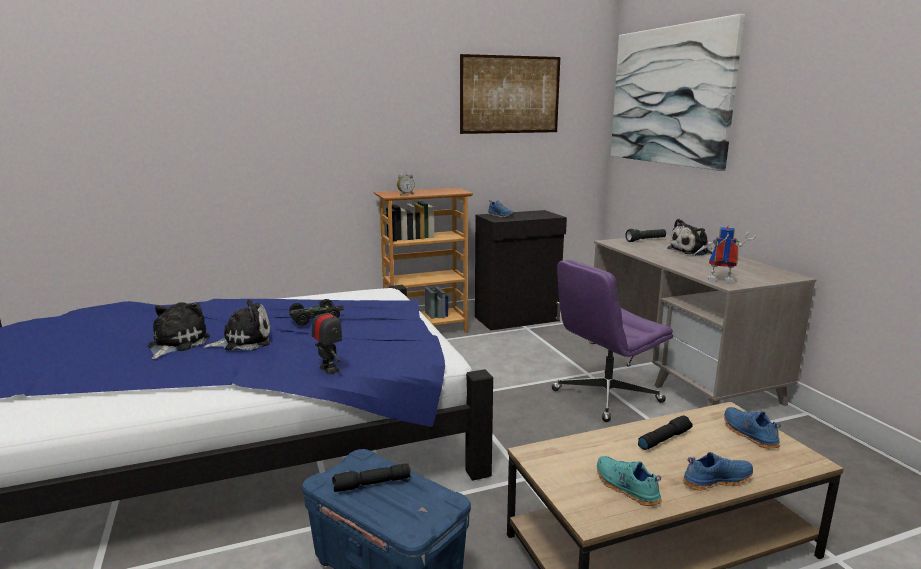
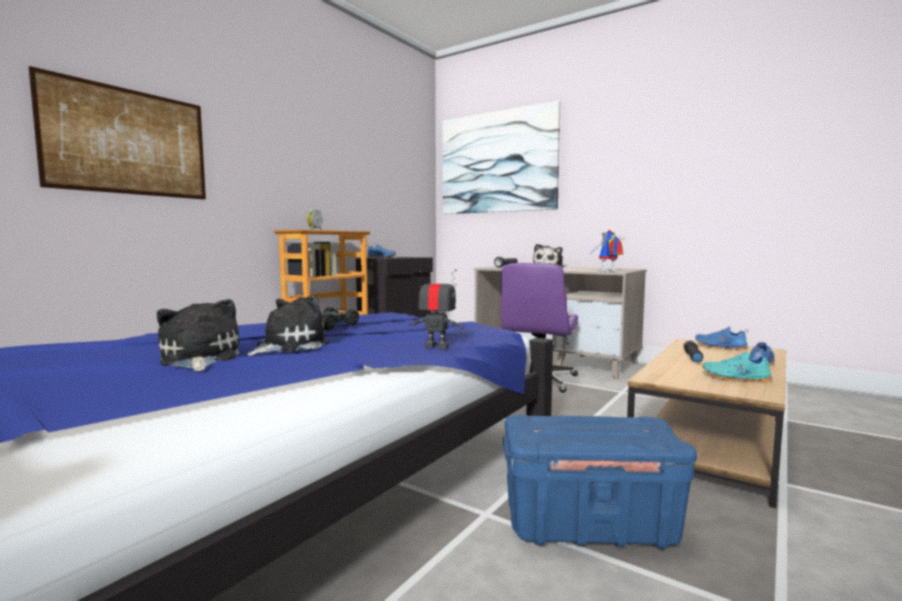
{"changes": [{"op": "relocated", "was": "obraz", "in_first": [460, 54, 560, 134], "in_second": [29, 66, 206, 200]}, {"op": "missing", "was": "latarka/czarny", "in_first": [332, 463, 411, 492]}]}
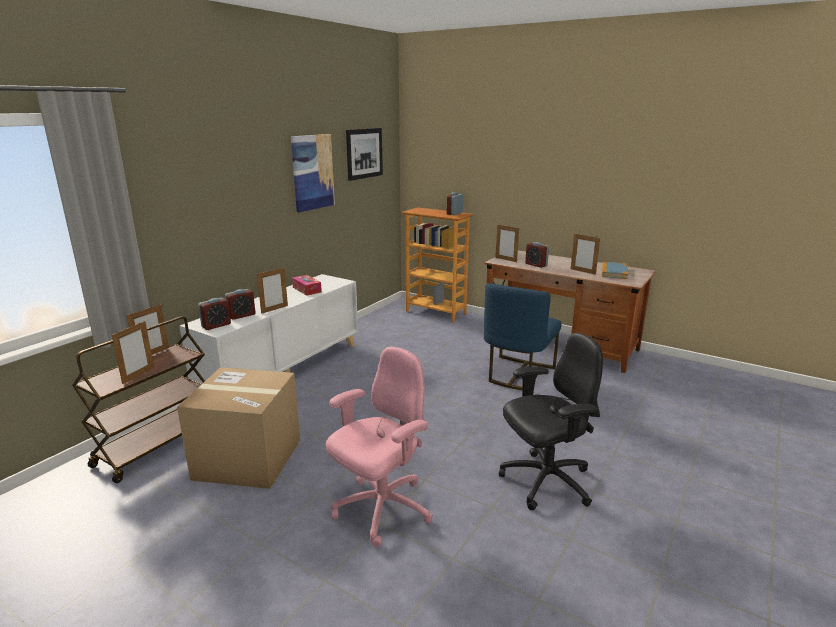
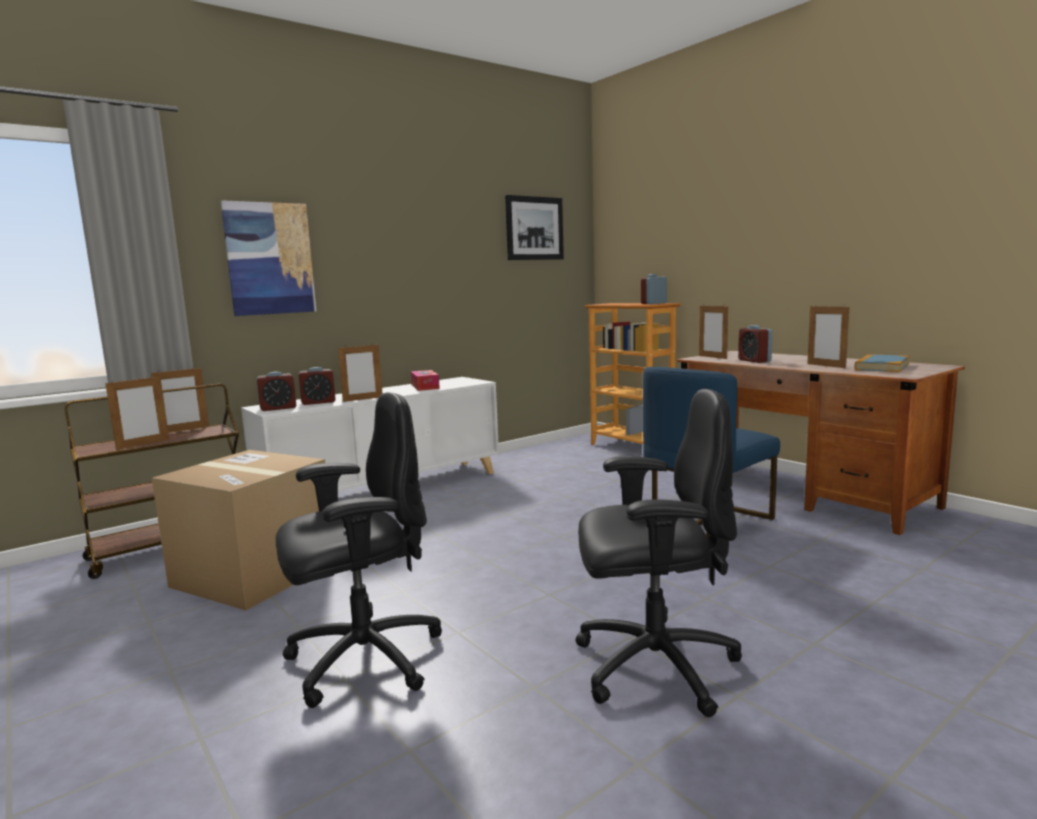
{"changes": [{"op": "relocated", "was": "obraz", "in_first": [291, 134, 335, 213], "in_second": [221, 201, 316, 316]}, {"op": "colour", "was": "krzesło biurowe/różowy", "now": "krzesło biurowe/czarny", "in_first": [326, 347, 433, 547], "in_second": [276, 392, 442, 708]}]}
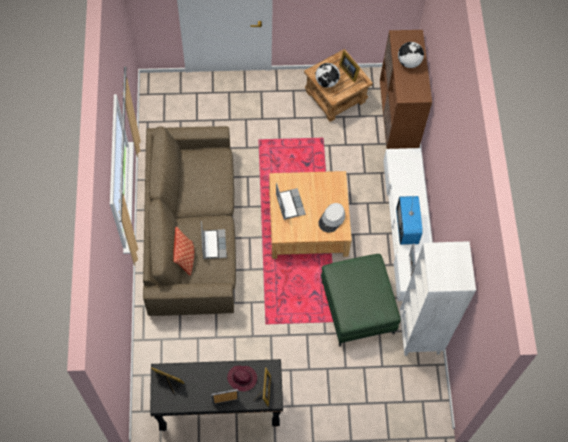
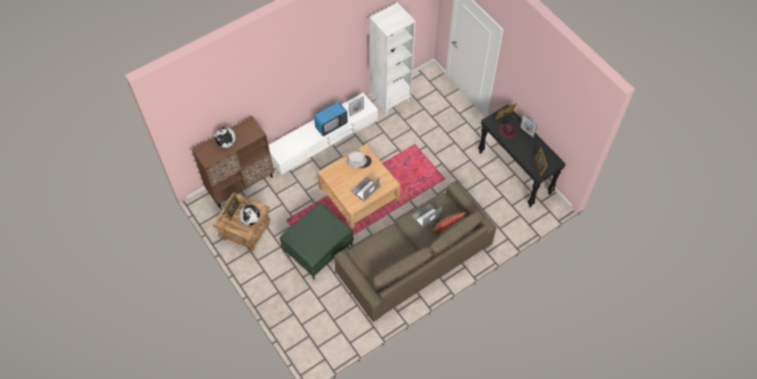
{"changes": [{"op": "relocated", "was": "pufa/zielony", "in_first": [321, 254, 401, 346], "in_second": [280, 203, 353, 280]}]}
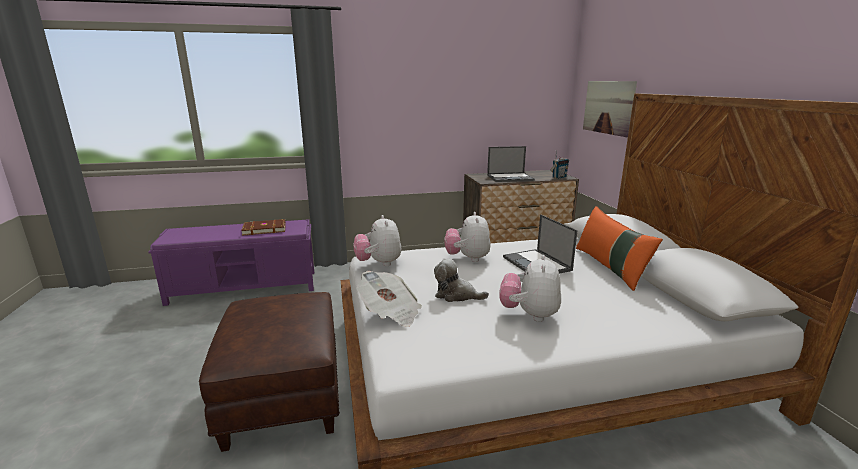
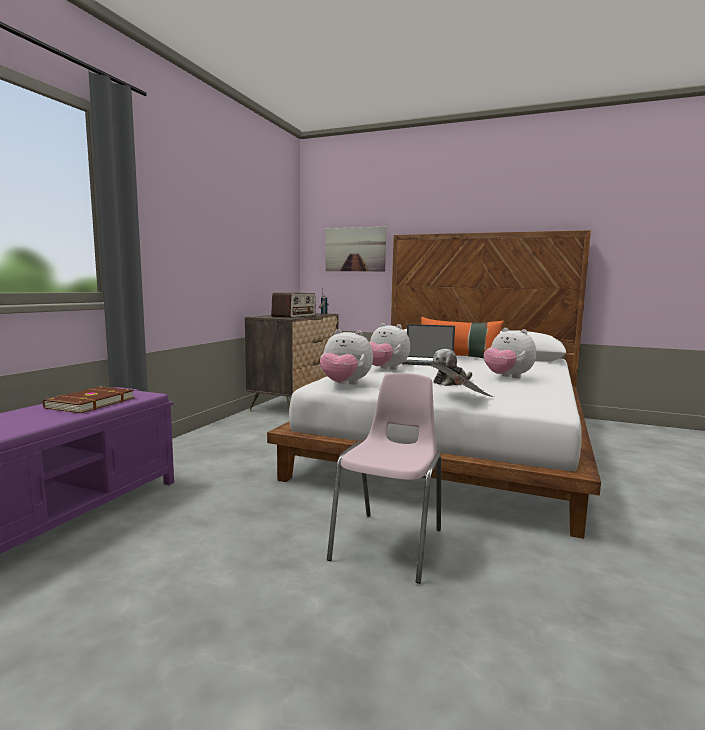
{"changes": [{"op": "exchanged", "was": "laptop", "now": "radio", "in_first": [487, 146, 535, 182], "in_second": [271, 293, 316, 318]}, {"op": "exchanged", "was": "pufa/brązowy", "now": "krzesło/różowy", "in_first": [199, 292, 340, 452], "in_second": [327, 373, 441, 584]}]}
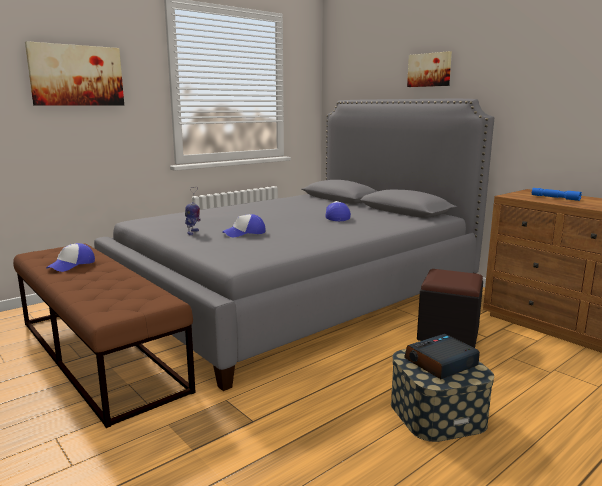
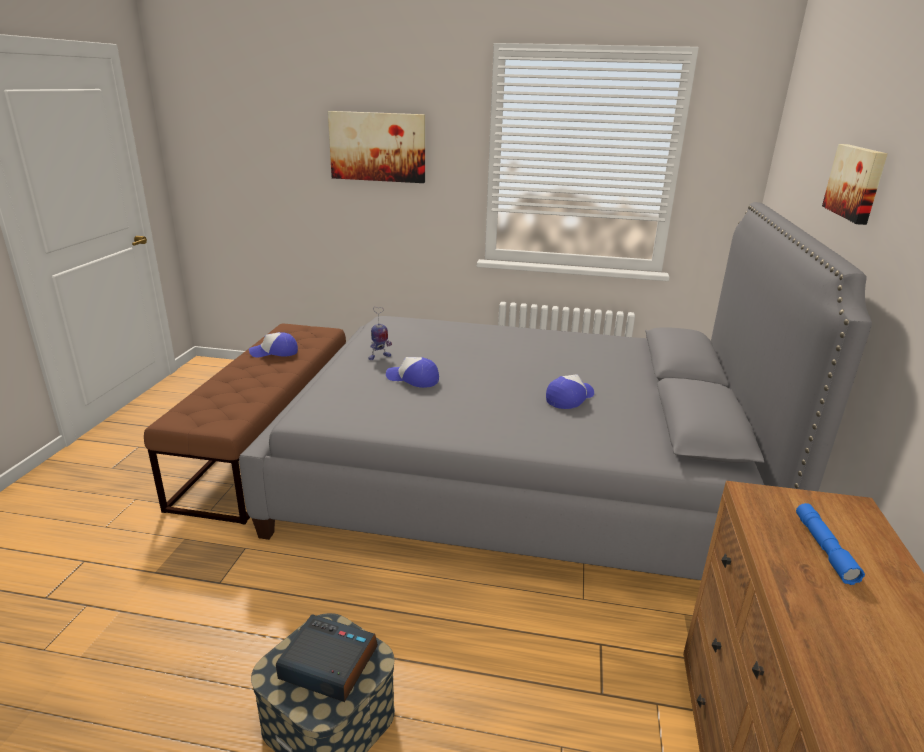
{"changes": [{"op": "missing", "was": "pufa/czarny", "in_first": [417, 269, 483, 348]}]}
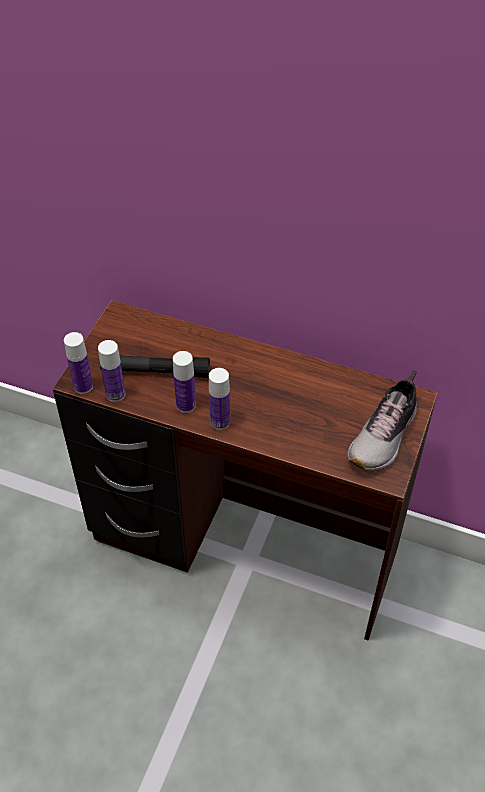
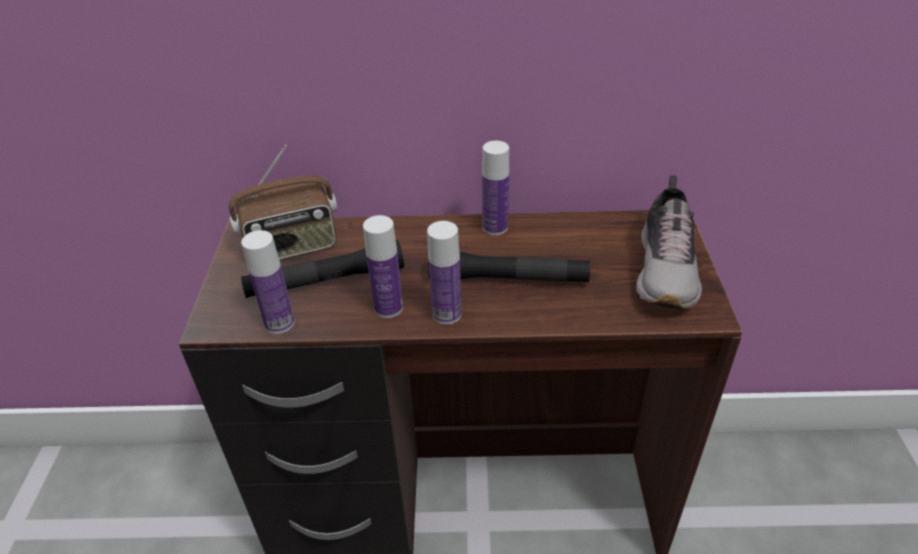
{"changes": [{"op": "appeared", "now": "radio", "in_second": [229, 145, 338, 260]}, {"op": "appeared", "now": "latarka/czarny", "in_second": [428, 252, 590, 282]}, {"op": "relocated", "was": "butelka", "in_first": [64, 332, 93, 394], "in_second": [482, 141, 509, 235]}]}
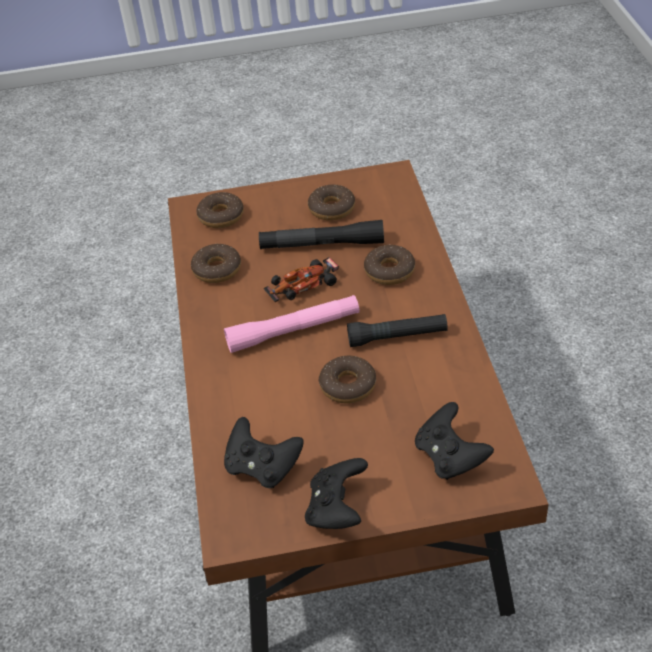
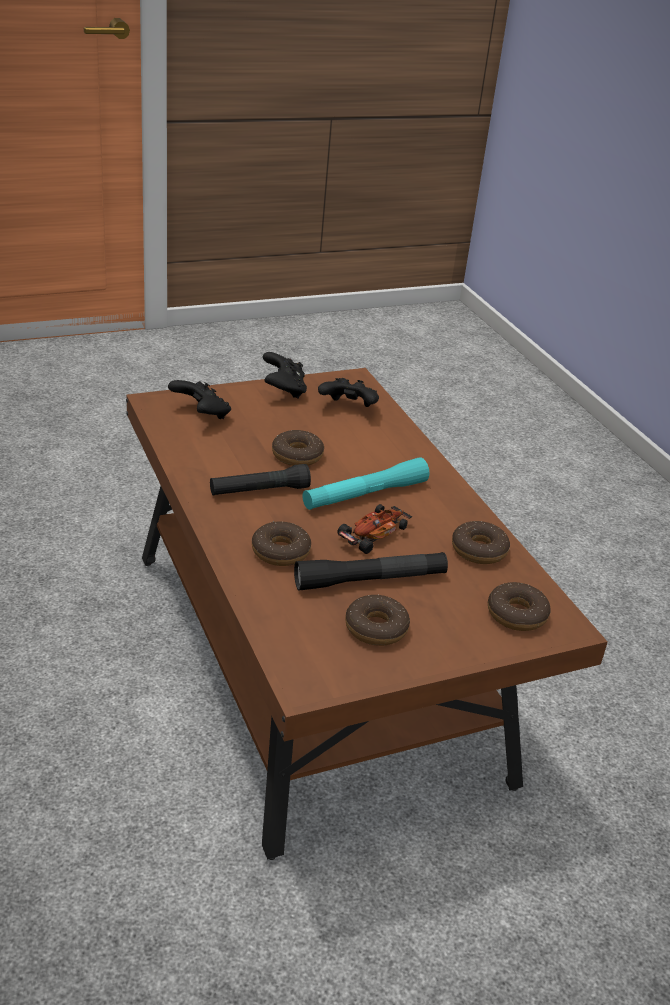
{"changes": [{"op": "colour", "was": "latarka/różowy", "now": "latarka/turkusowy", "in_first": [224, 295, 359, 353], "in_second": [303, 457, 430, 510]}]}
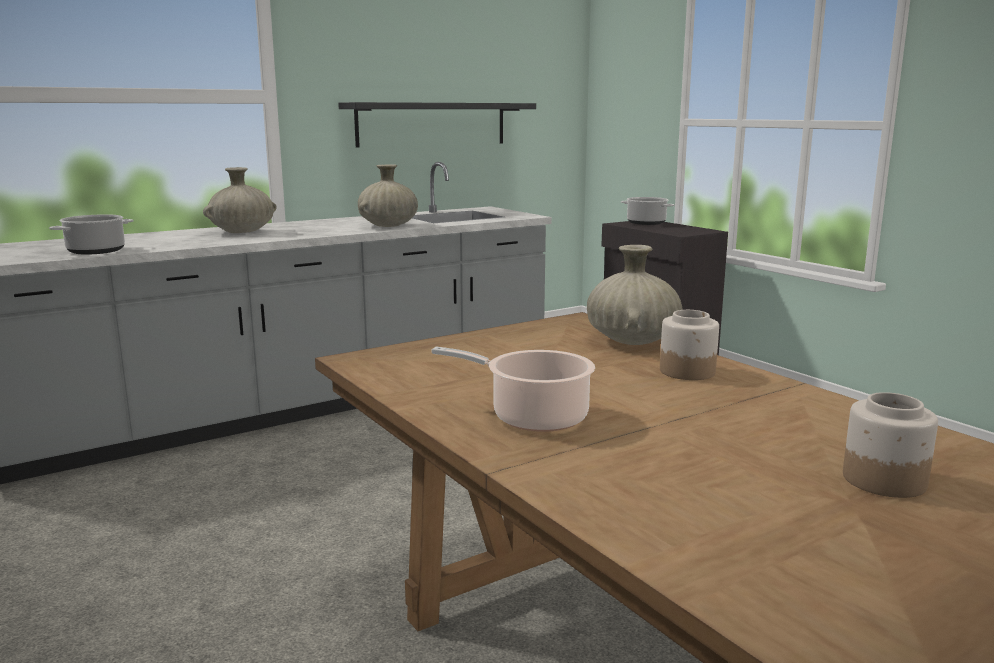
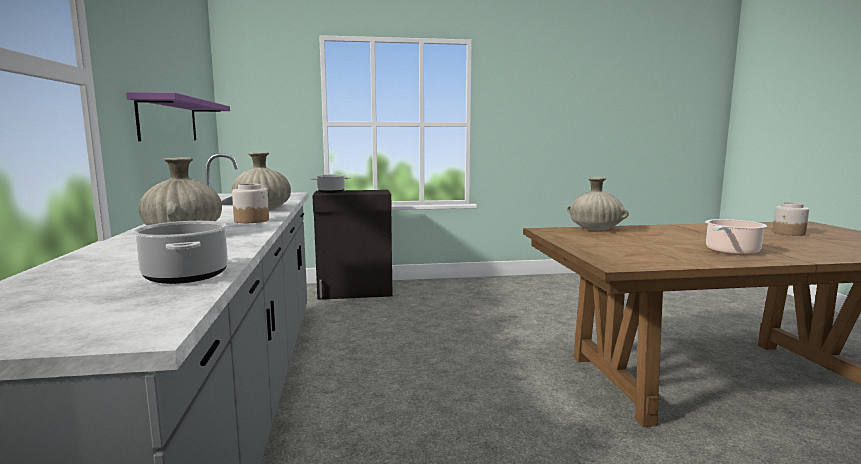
{"changes": [{"op": "colour", "was": "półka/czarny", "now": "półka/fioletowy", "in_first": [338, 102, 536, 147], "in_second": [126, 92, 230, 141]}, {"op": "relocated", "was": "słoik", "in_first": [660, 310, 719, 380], "in_second": [232, 184, 269, 223]}]}
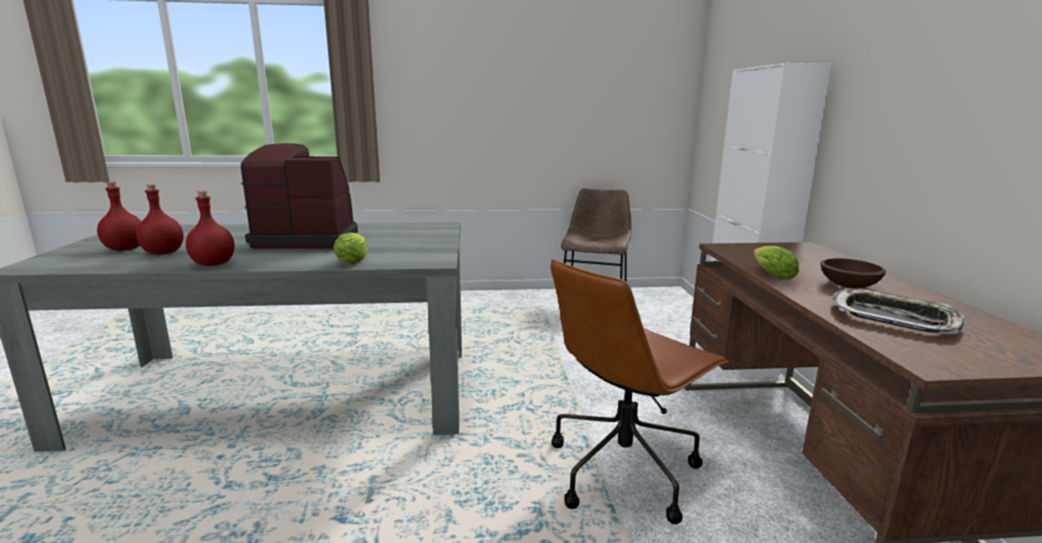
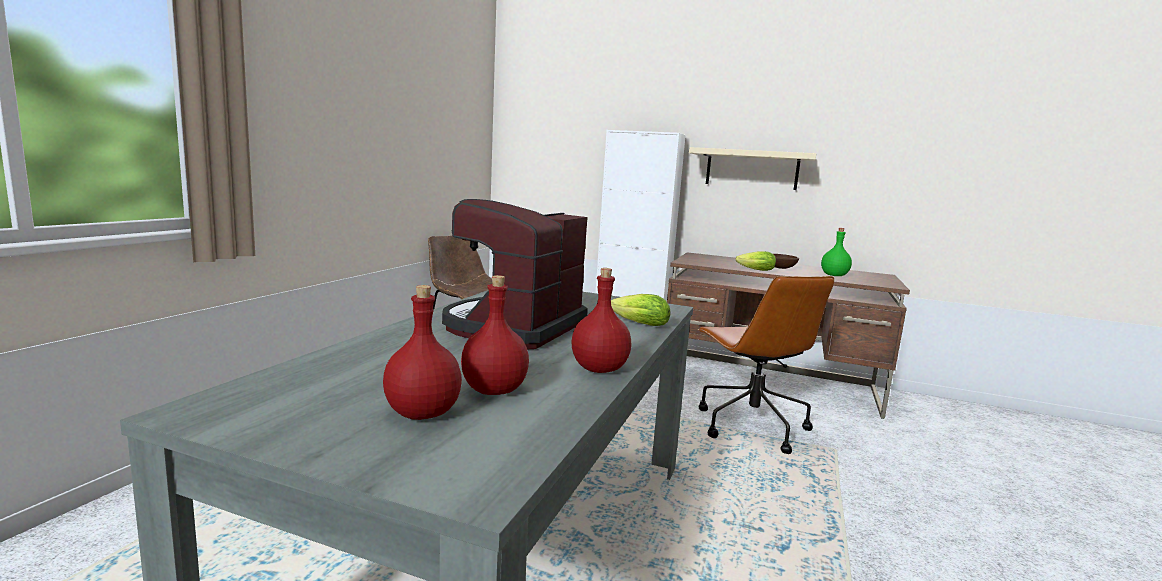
{"changes": [{"op": "appeared", "now": "półka/beżowy", "in_second": [689, 147, 816, 190]}, {"op": "exchanged", "was": "taca", "now": "butelka/zielony", "in_first": [832, 288, 965, 334], "in_second": [821, 228, 852, 276]}]}
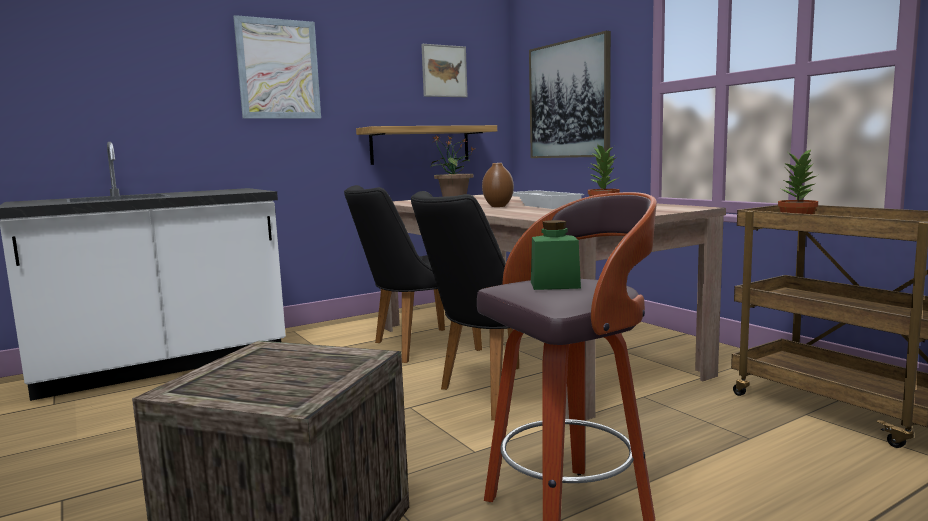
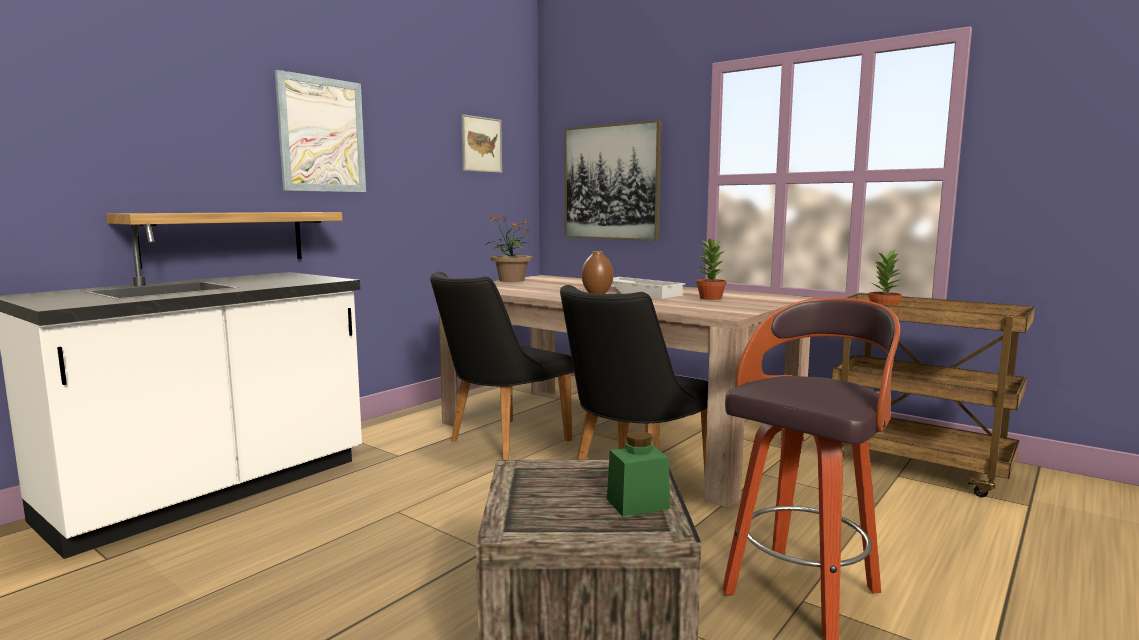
{"changes": [{"op": "relocated", "was": "półka", "in_first": [356, 125, 497, 165], "in_second": [106, 212, 342, 269]}, {"op": "relocated", "was": "słoik/zielony", "in_first": [531, 220, 581, 290], "in_second": [607, 431, 670, 516]}]}
